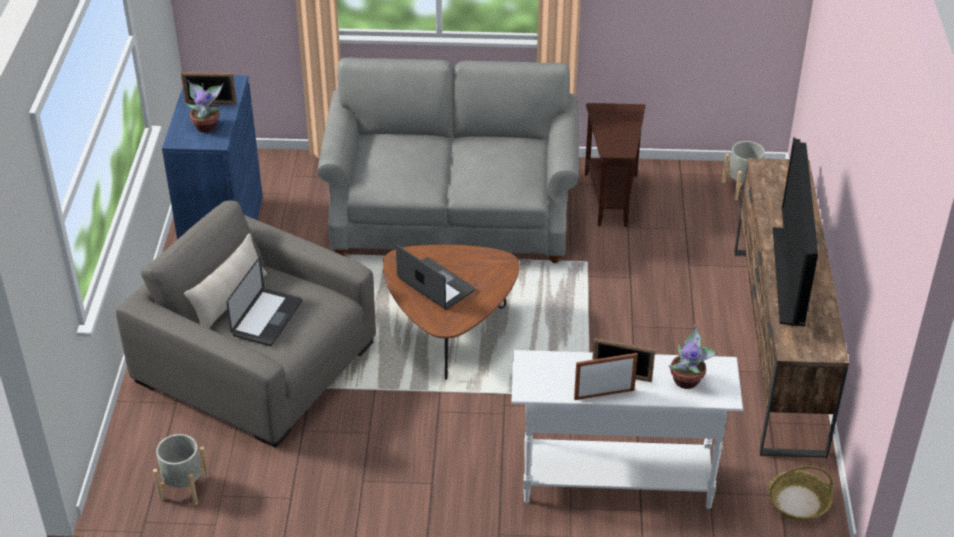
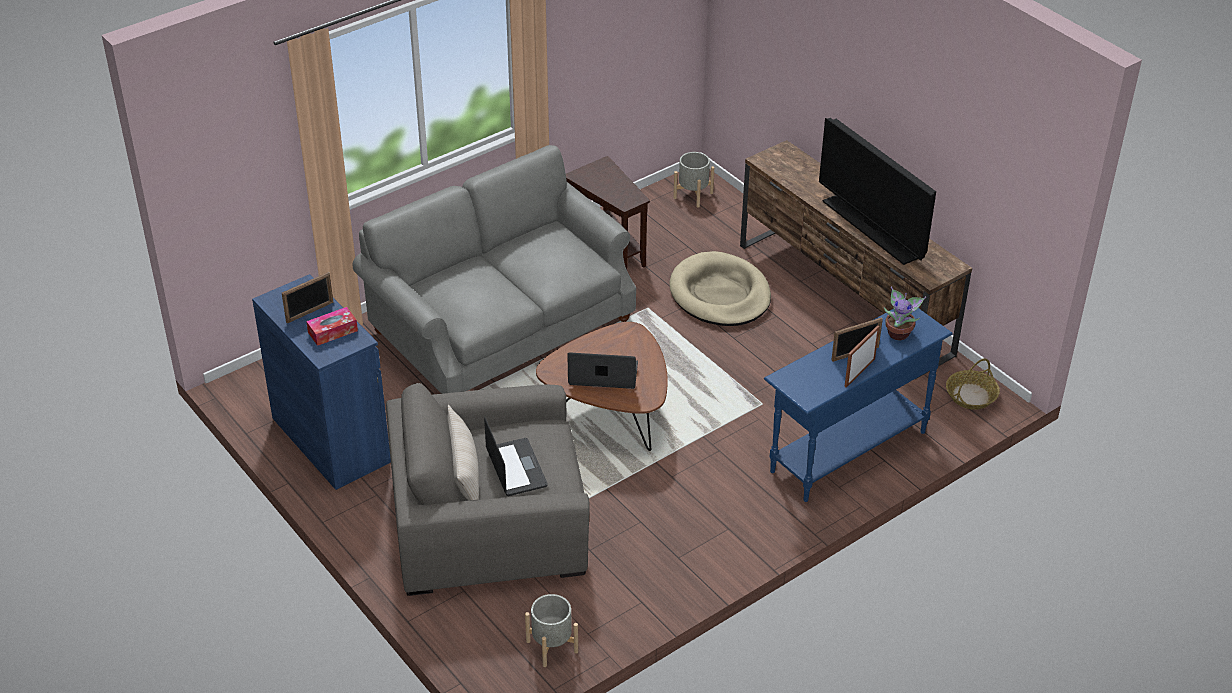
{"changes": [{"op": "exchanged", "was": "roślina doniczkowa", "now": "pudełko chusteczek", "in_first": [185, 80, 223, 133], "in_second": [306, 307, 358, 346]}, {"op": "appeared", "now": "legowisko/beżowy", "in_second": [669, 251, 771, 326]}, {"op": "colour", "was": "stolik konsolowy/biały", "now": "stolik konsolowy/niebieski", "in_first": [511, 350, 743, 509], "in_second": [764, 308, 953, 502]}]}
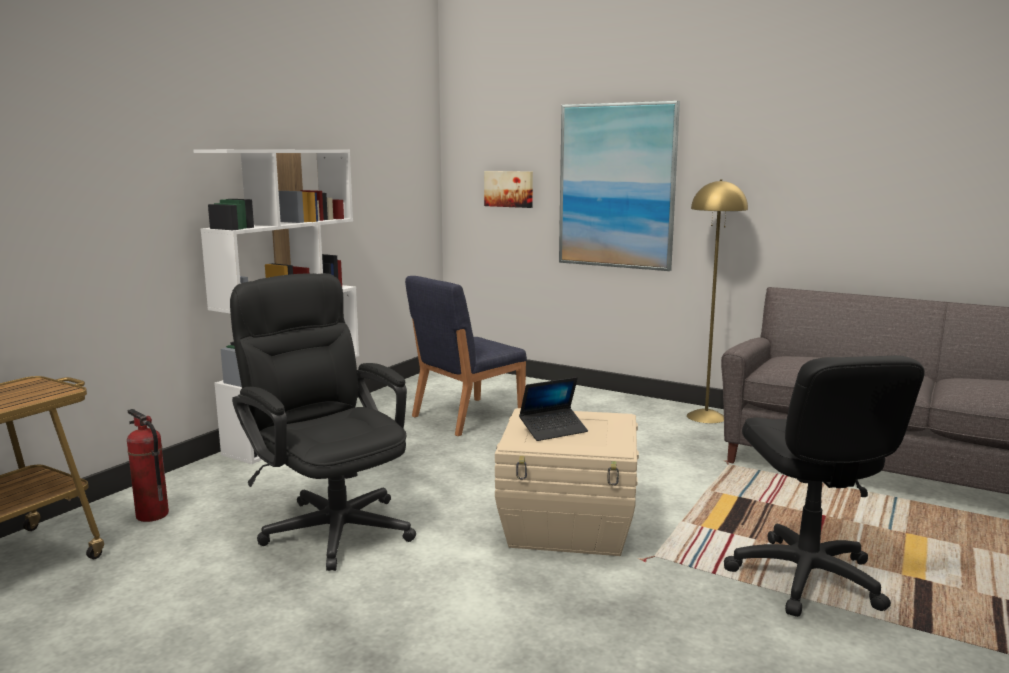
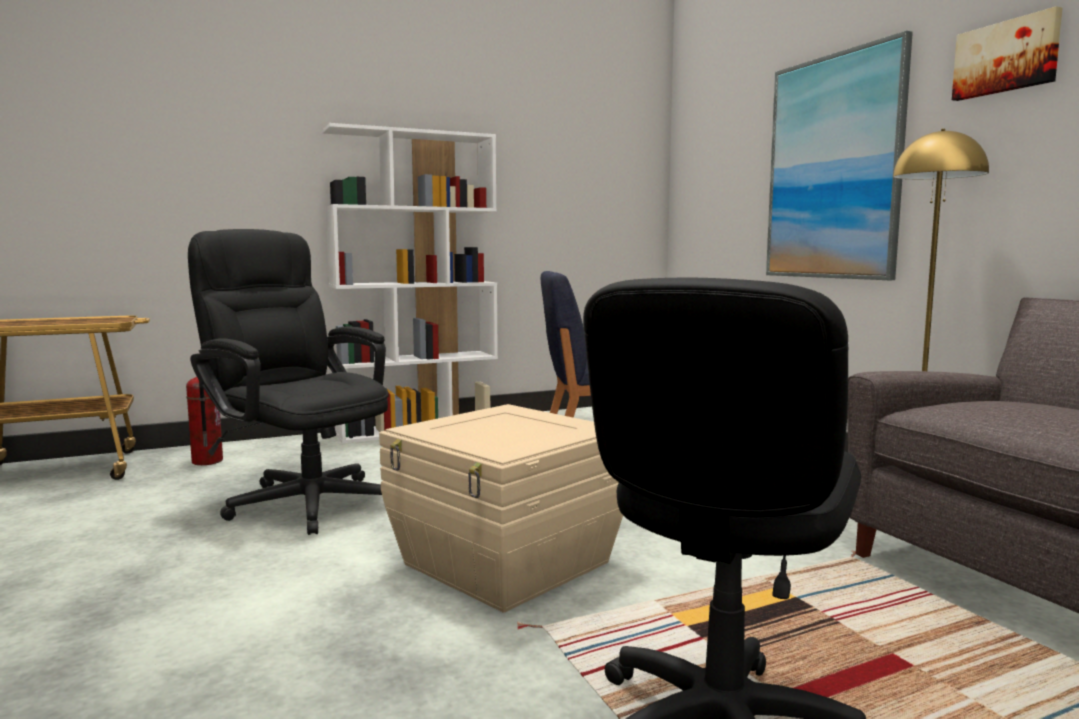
{"changes": [{"op": "spun", "was": "krzesło biurowe/czarny", "in_first": [230, 273, 416, 571], "in_second": [188, 229, 389, 535], "clockwise": -45}, {"op": "relocated", "was": "obraz", "in_first": [484, 171, 533, 208], "in_second": [952, 6, 1062, 101]}, {"op": "missing", "was": "laptop", "in_first": [519, 377, 588, 441]}]}
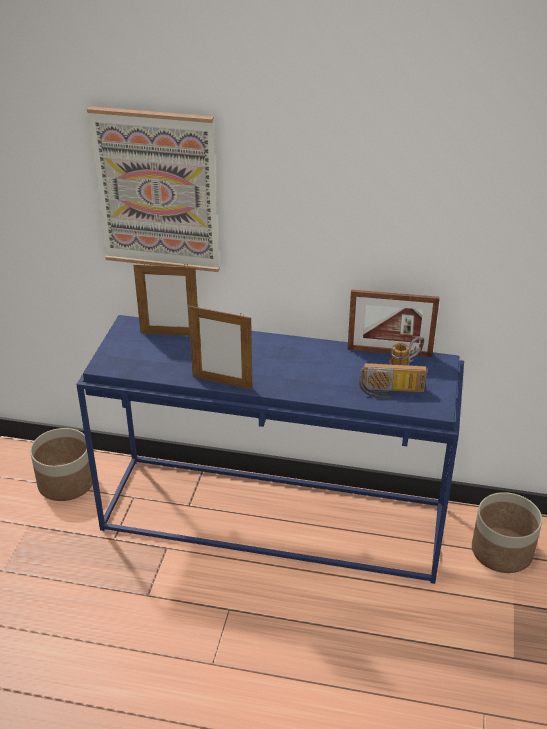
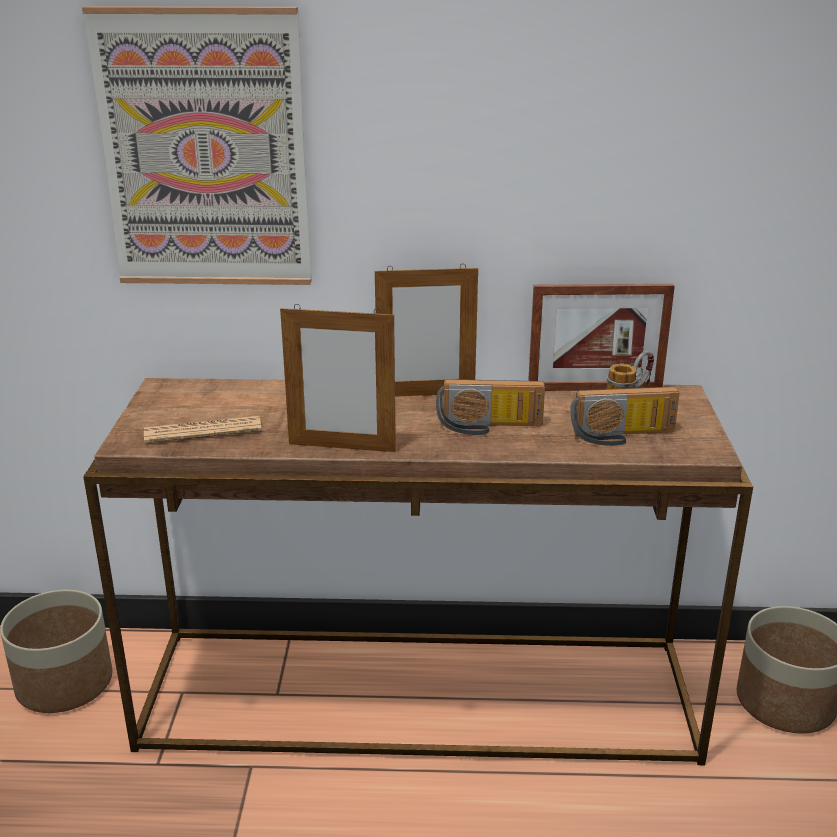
{"changes": [{"op": "colour", "was": "stolik konsolowy/niebieski", "now": "stolik konsolowy/brązowy", "in_first": [76, 315, 464, 584], "in_second": [83, 378, 753, 765]}, {"op": "appeared", "now": "gazeta", "in_second": [144, 416, 262, 443]}, {"op": "relocated", "was": "ramka na zdjęcie", "in_first": [133, 262, 198, 336], "in_second": [375, 264, 478, 397]}, {"op": "appeared", "now": "radio", "in_second": [436, 379, 545, 435]}]}
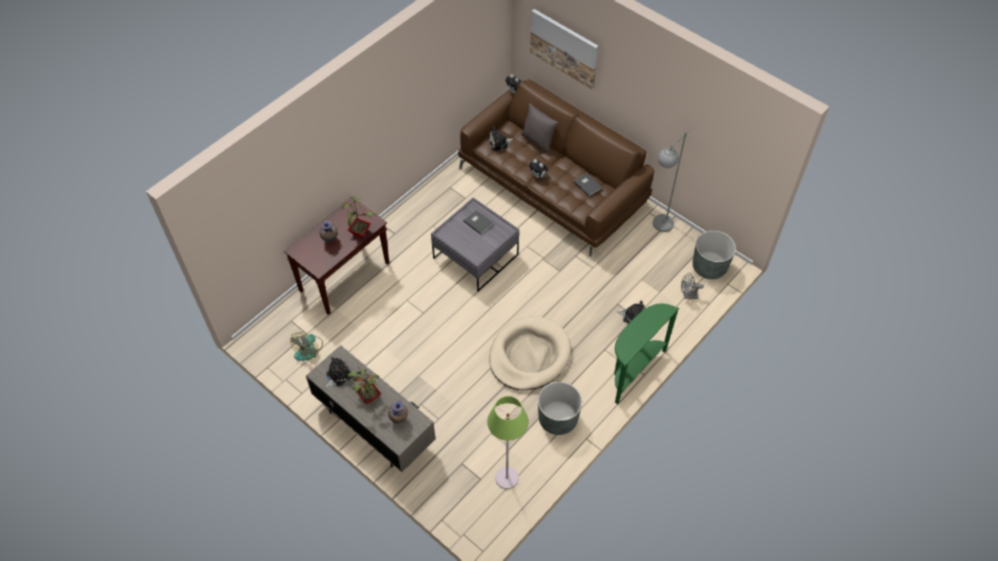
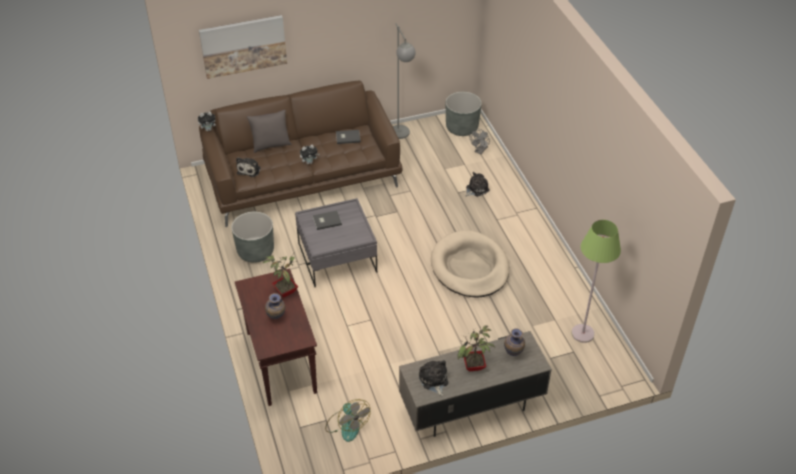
{"changes": [{"op": "relocated", "was": "donica/szary", "in_first": [538, 382, 582, 435], "in_second": [231, 212, 274, 263]}, {"op": "missing", "was": "stolik konsolowy/zielony", "in_first": [614, 304, 679, 404]}]}
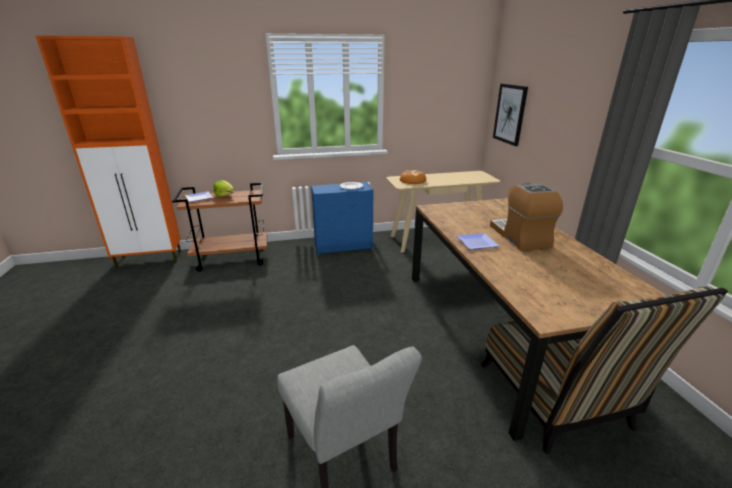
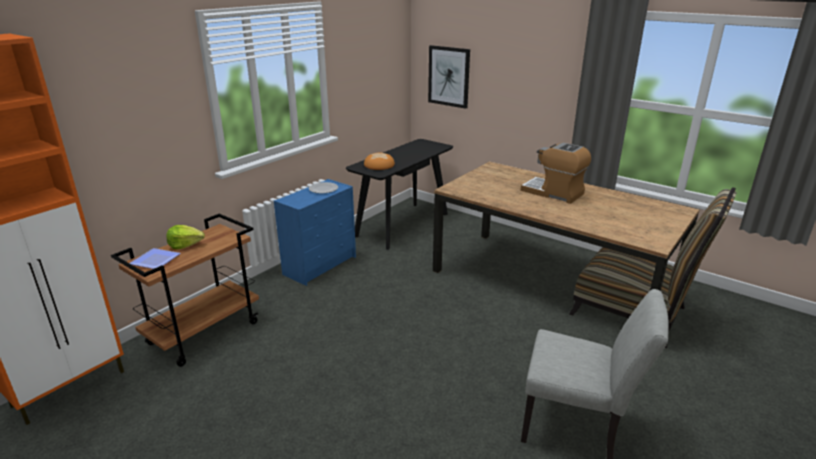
{"changes": [{"op": "colour", "was": "stolik konsolowy/beżowy", "now": "stolik konsolowy/czarny", "in_first": [386, 171, 500, 253], "in_second": [346, 139, 453, 250]}, {"op": "missing", "was": "talerz", "in_first": [457, 233, 500, 250]}]}
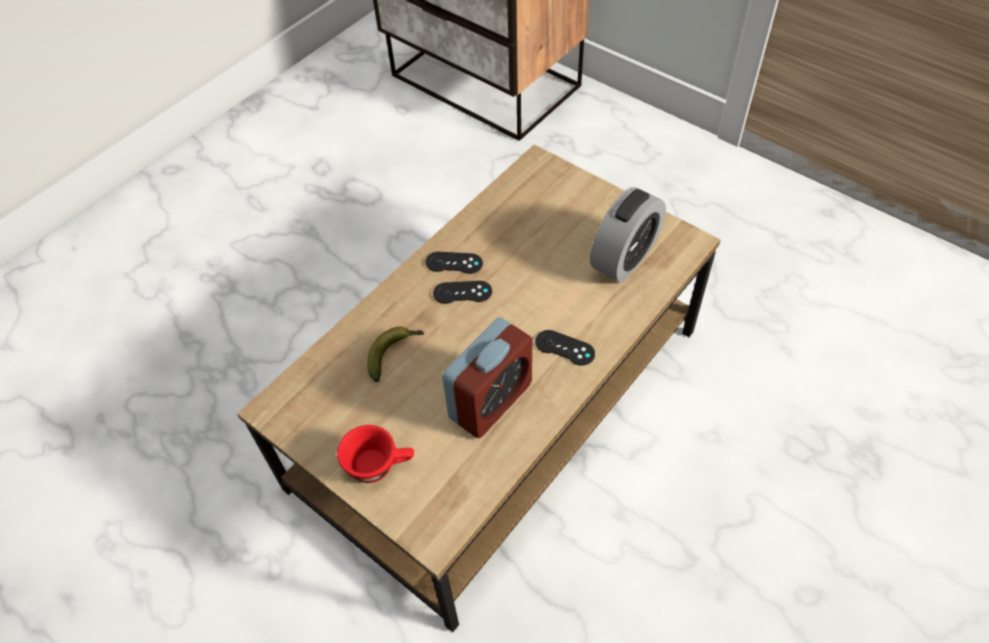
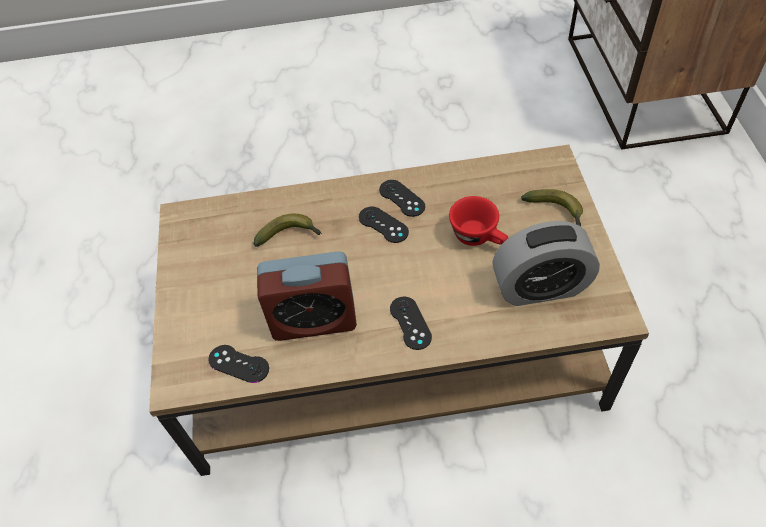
{"changes": [{"op": "appeared", "now": "pad do gier/czarny", "in_second": [208, 345, 269, 383]}, {"op": "relocated", "was": "filiżanka/czerwony", "in_first": [337, 425, 414, 483], "in_second": [449, 196, 508, 246]}, {"op": "appeared", "now": "banan", "in_second": [521, 189, 583, 226]}]}
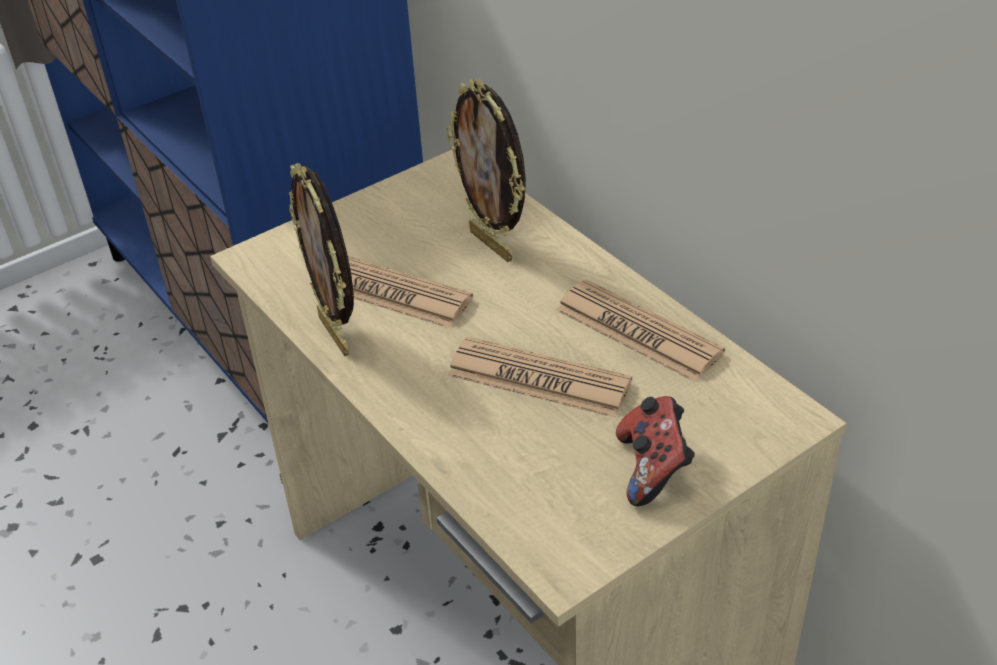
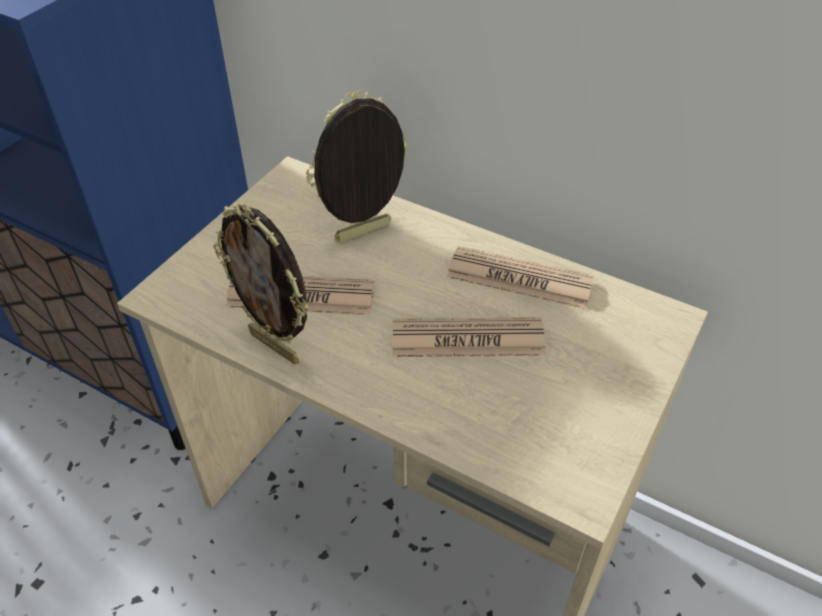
{"changes": [{"op": "spun", "was": "ramka na zdjęcie", "in_first": [446, 79, 526, 262], "in_second": [306, 90, 409, 242], "clockwise": 120}, {"op": "missing", "was": "pad do gier", "in_first": [616, 396, 695, 506]}]}
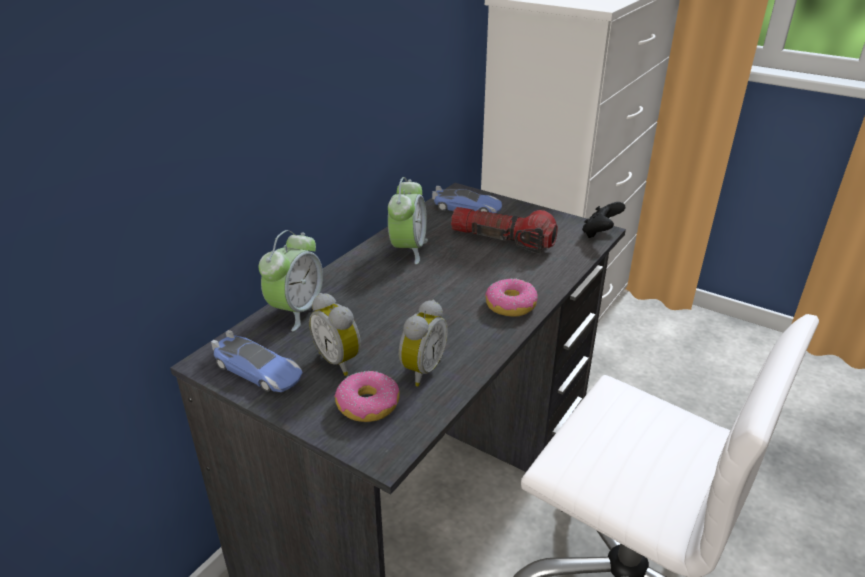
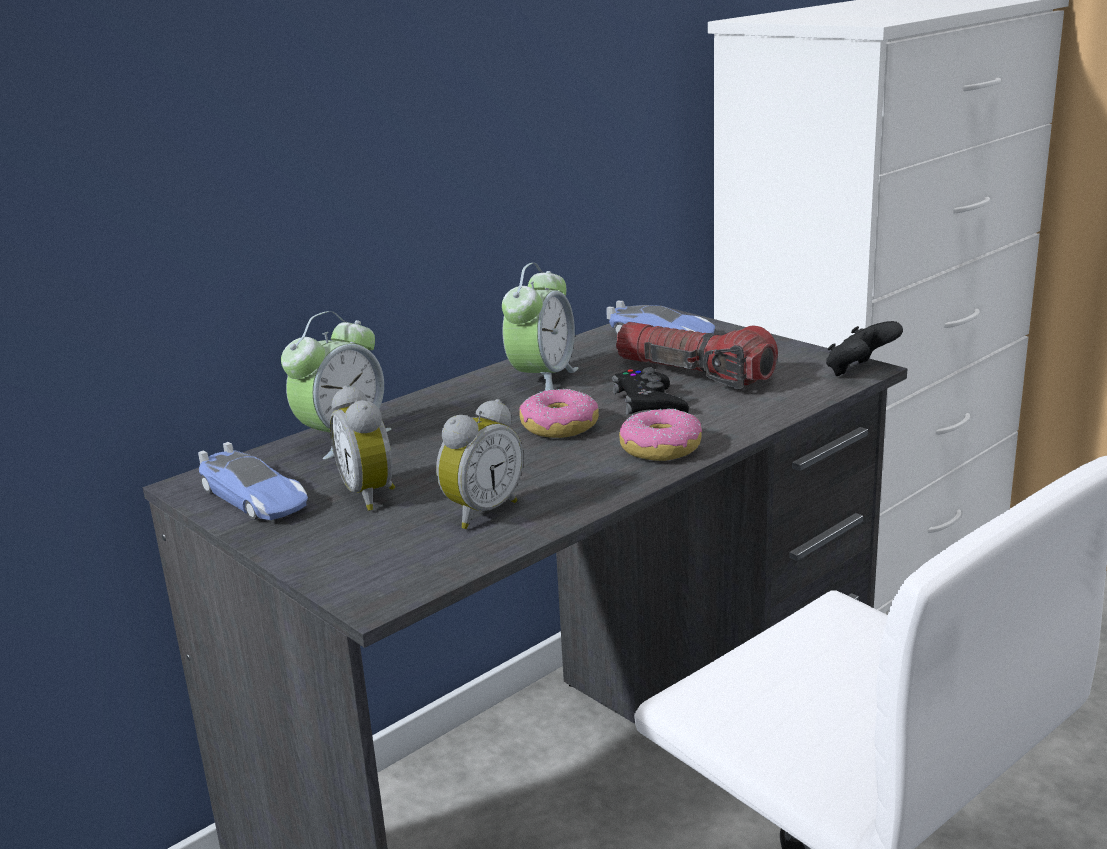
{"changes": [{"op": "relocated", "was": "donut", "in_first": [334, 371, 399, 422], "in_second": [519, 389, 599, 438]}, {"op": "appeared", "now": "pad do gier/czarny", "in_second": [612, 367, 689, 415]}]}
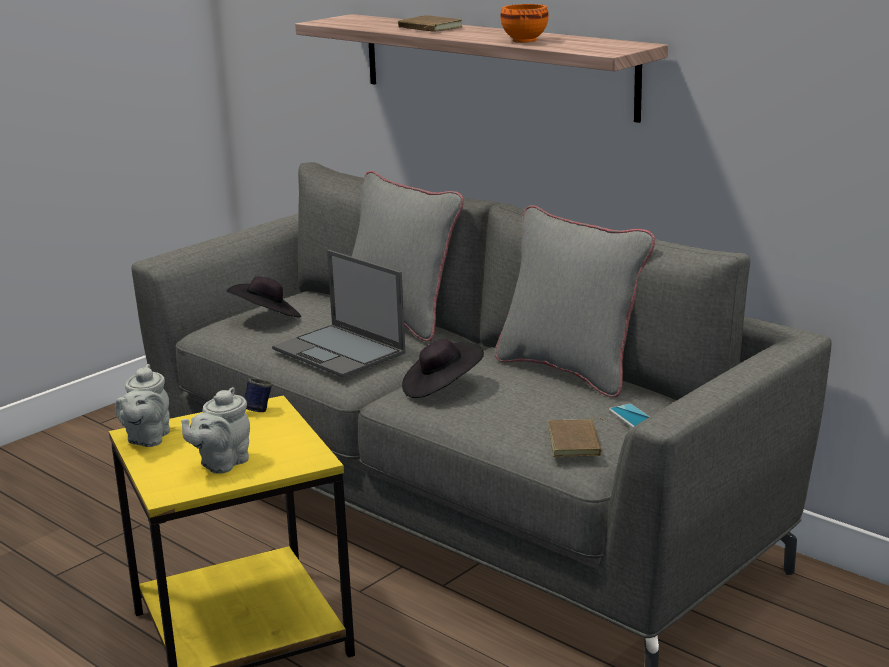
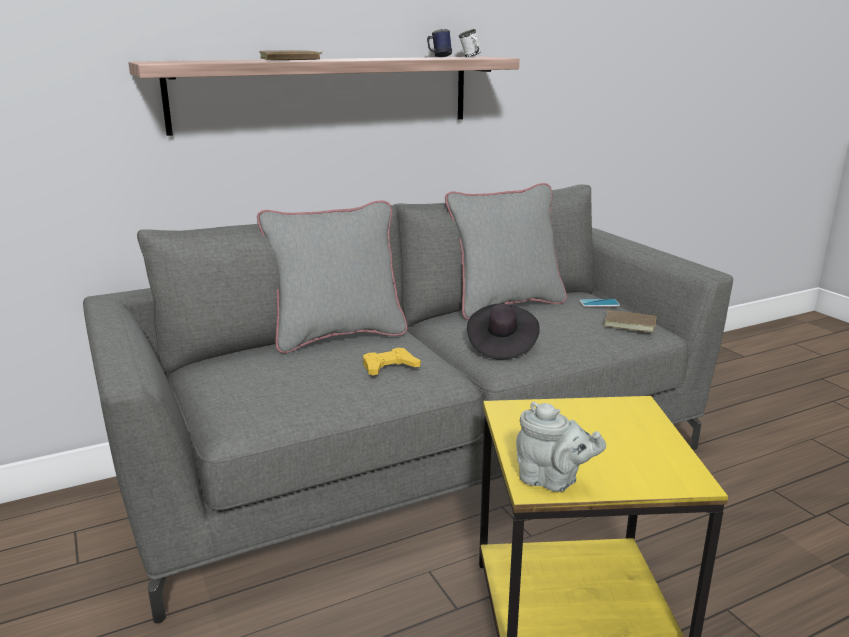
{"changes": [{"op": "exchanged", "was": "laptop", "now": "pad do gier/żółty", "in_first": [272, 250, 406, 378], "in_second": [363, 348, 421, 375]}, {"op": "relocated", "was": "kubek/niebieski", "in_first": [245, 378, 273, 412], "in_second": [427, 29, 452, 57]}, {"op": "appeared", "now": "kubek/biały", "in_second": [459, 29, 481, 57]}, {"op": "missing", "was": "imbryk/szary", "in_first": [181, 387, 250, 474]}, {"op": "missing", "was": "kapelusz/czarny", "in_first": [227, 276, 301, 317]}, {"op": "missing", "was": "miska/pomarańczowy", "in_first": [500, 4, 549, 43]}]}
